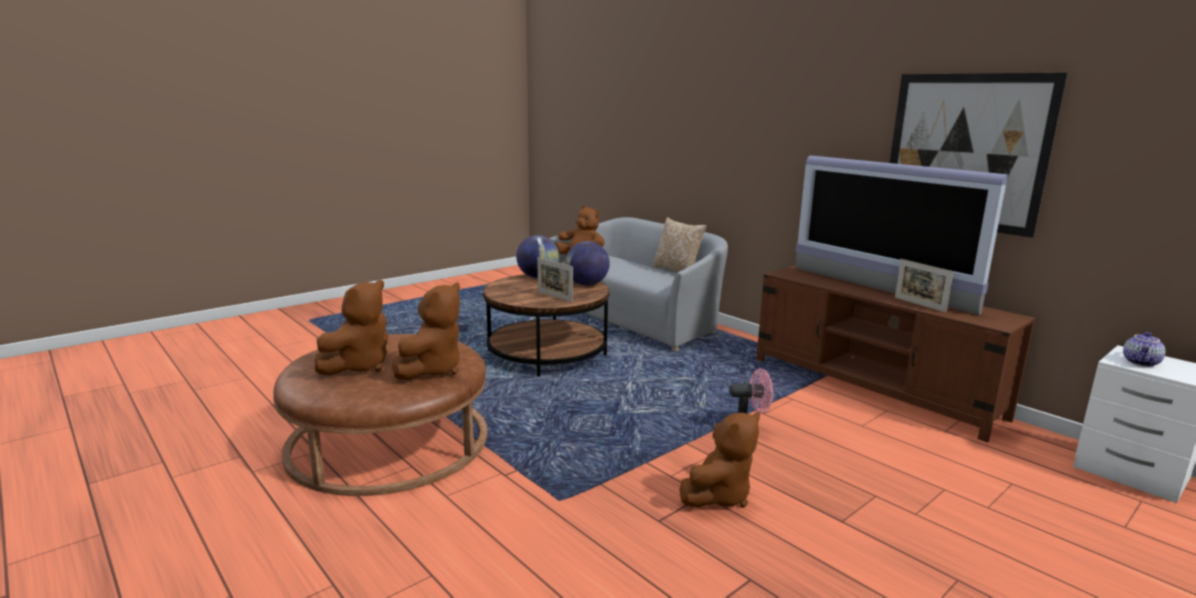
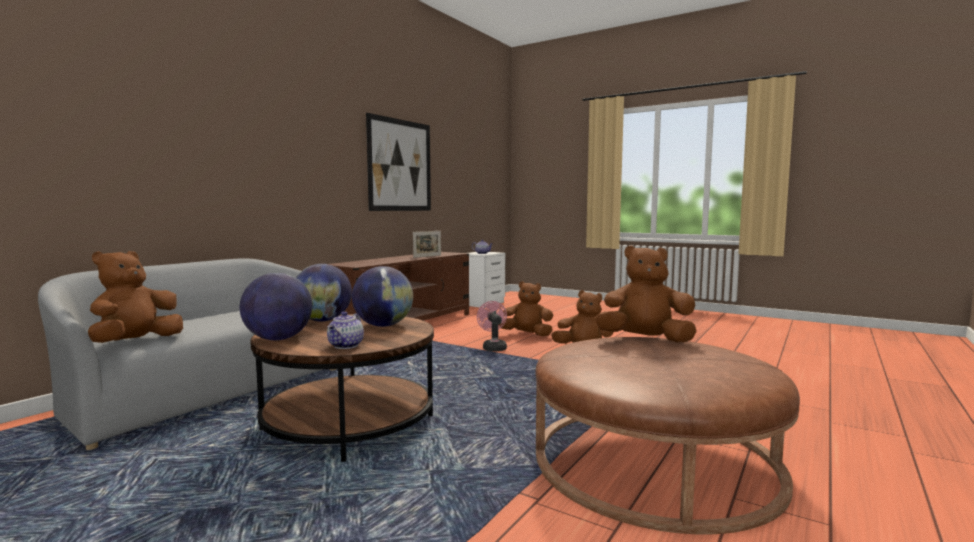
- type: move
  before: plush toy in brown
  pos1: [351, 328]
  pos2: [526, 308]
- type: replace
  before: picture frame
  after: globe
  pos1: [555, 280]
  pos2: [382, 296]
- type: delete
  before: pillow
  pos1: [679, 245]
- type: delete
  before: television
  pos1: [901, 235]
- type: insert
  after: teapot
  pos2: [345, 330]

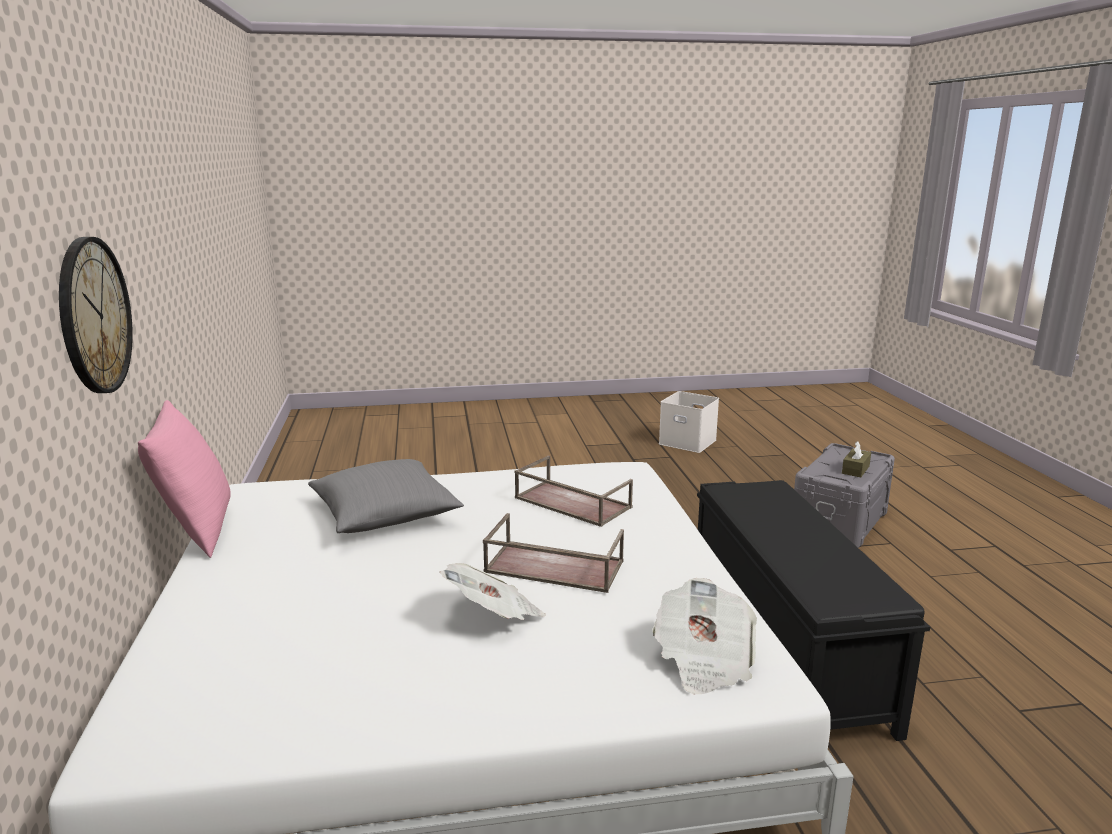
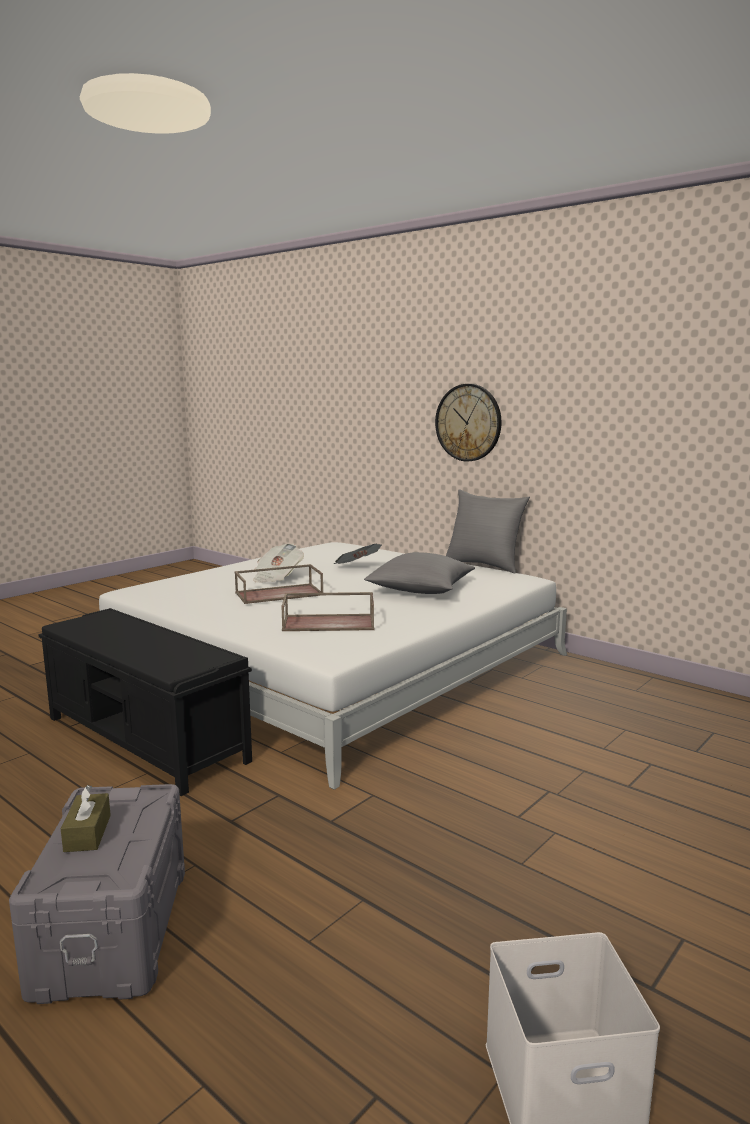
- type: recolor
  before: pillow in pink
  after: pillow in grey
  pos1: [184, 479]
  pos2: [488, 531]
- type: move
  before: newspaper
  pos1: [704, 636]
  pos2: [357, 554]

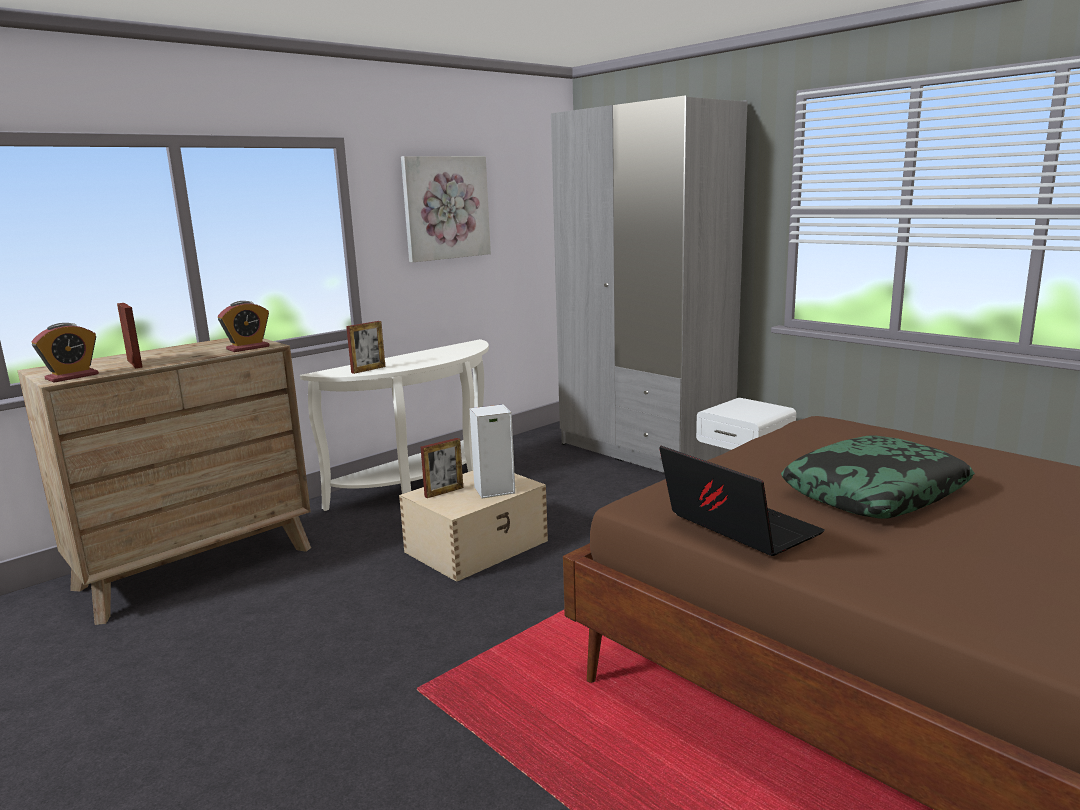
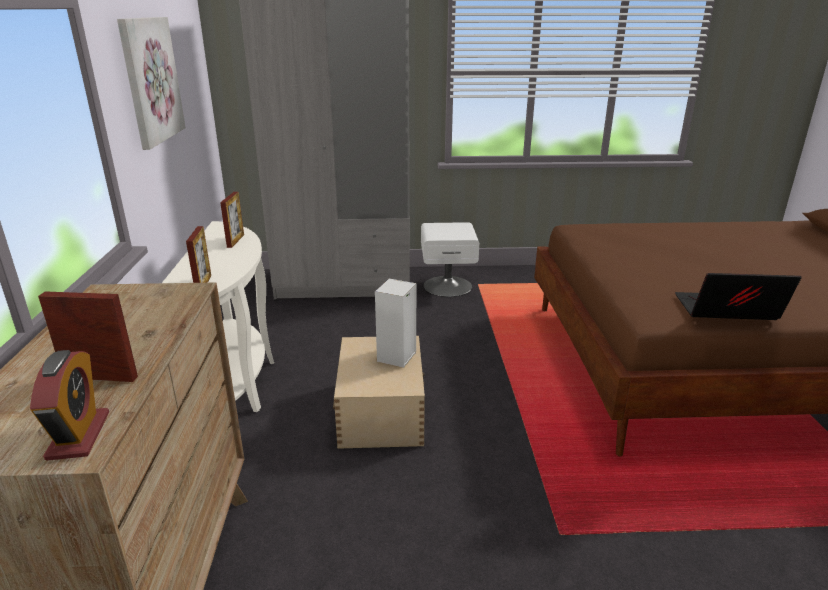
- type: delete
  before: alarm clock
  pos1: [244, 326]
- type: move
  before: picture frame
  pos1: [442, 468]
  pos2: [232, 220]
- type: delete
  before: pillow
  pos1: [878, 477]

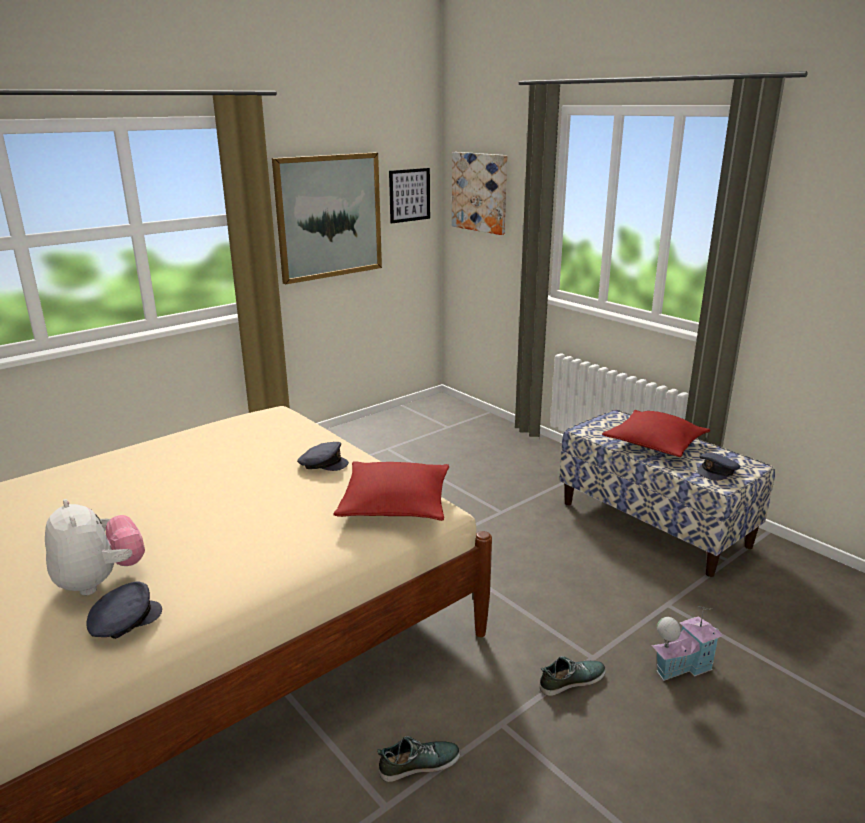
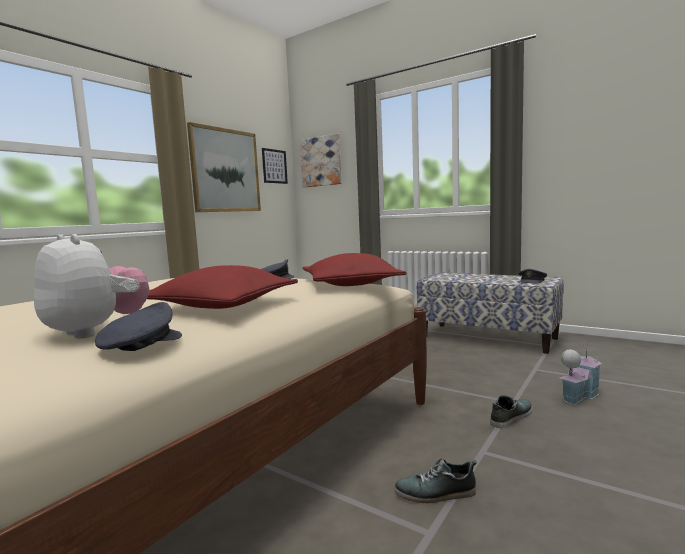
- type: rotate
  before: shoe
  pos1: [418, 759]
  pos2: [435, 480]
  turn: -150
- type: move
  before: pillow in red
  pos1: [656, 433]
  pos2: [222, 287]

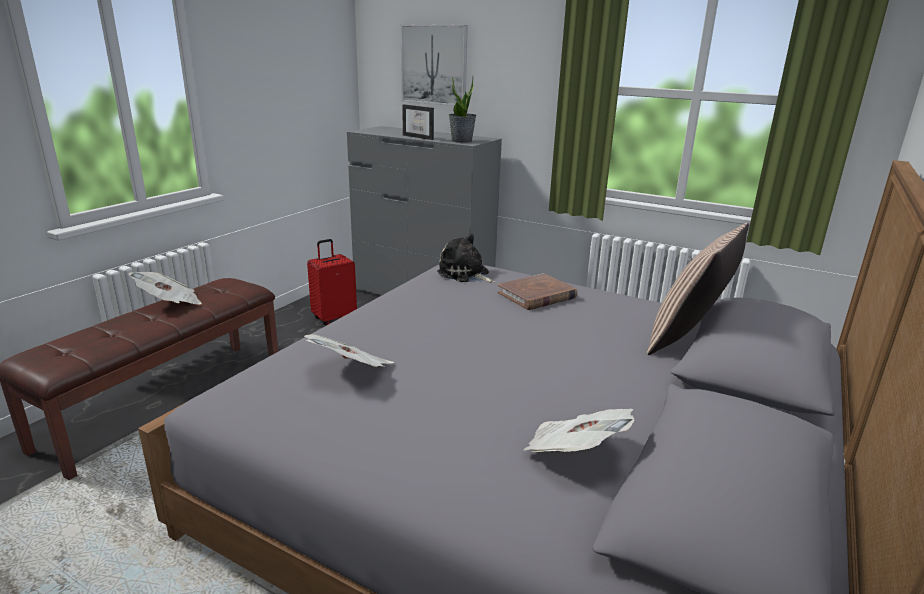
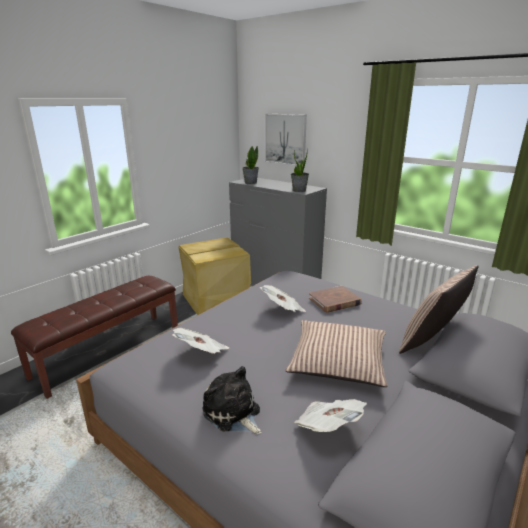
- type: move
  before: newspaper
  pos1: [165, 288]
  pos2: [283, 298]
- type: replace
  before: suitcase in red
  after: storage box in beige
  pos1: [332, 282]
  pos2: [214, 276]
- type: delete
  before: picture frame
  pos1: [418, 122]
- type: move
  before: plush toy
  pos1: [466, 258]
  pos2: [232, 400]
- type: insert
  after: potted plant
  pos2: [250, 165]
- type: insert
  after: pillow
  pos2: [336, 353]

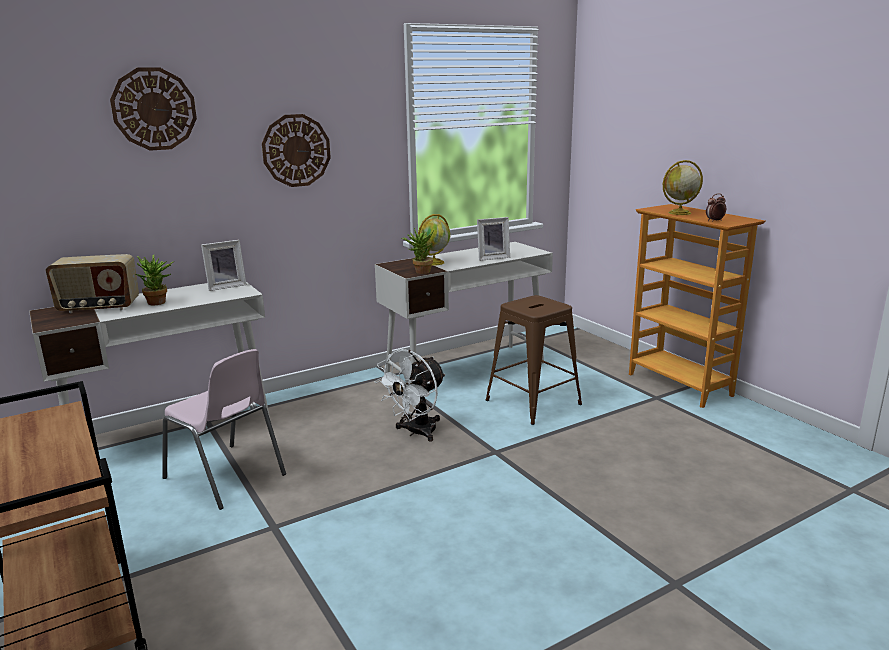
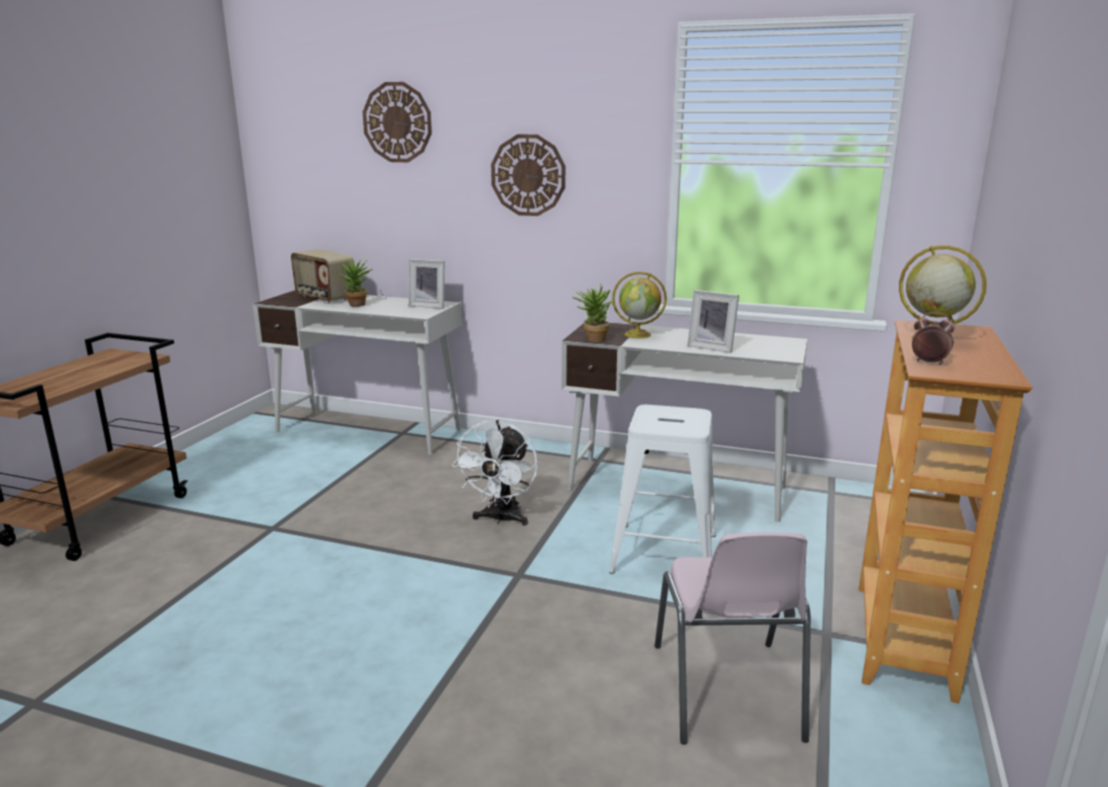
- type: move
  before: chair in pink
  pos1: [224, 429]
  pos2: [733, 638]
- type: rotate
  before: fan in white
  pos1: [410, 395]
  pos2: [495, 473]
  turn: -75
- type: recolor
  before: stool in brown
  after: stool in white
  pos1: [534, 360]
  pos2: [662, 489]

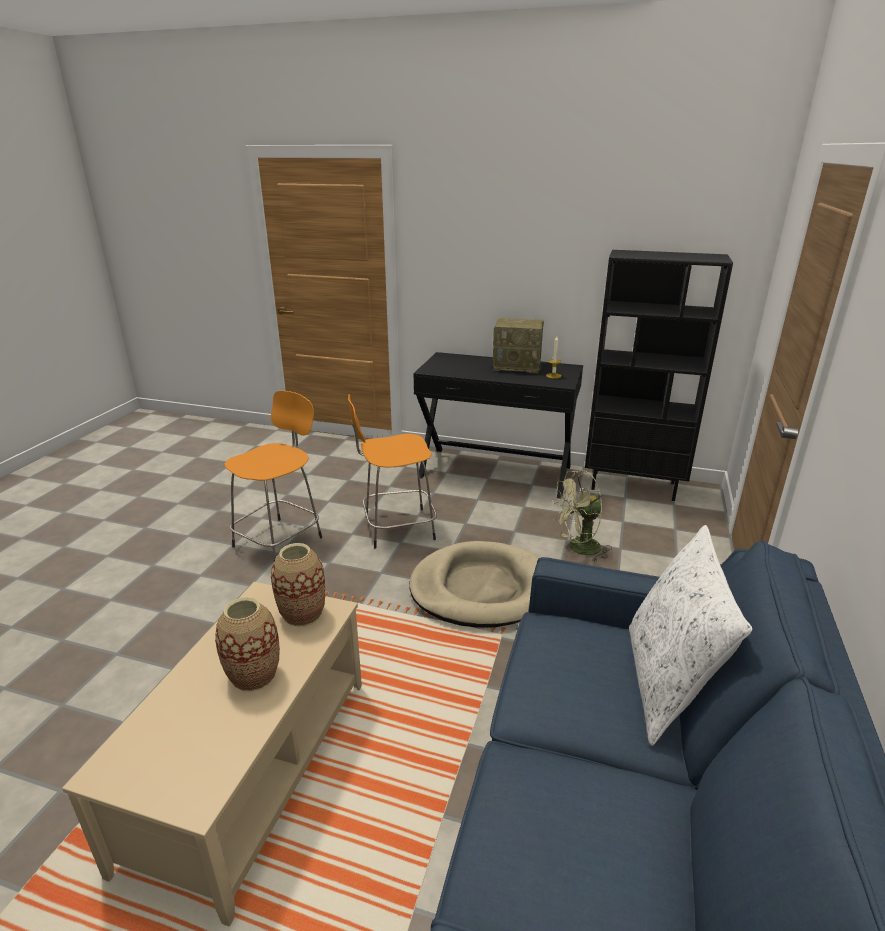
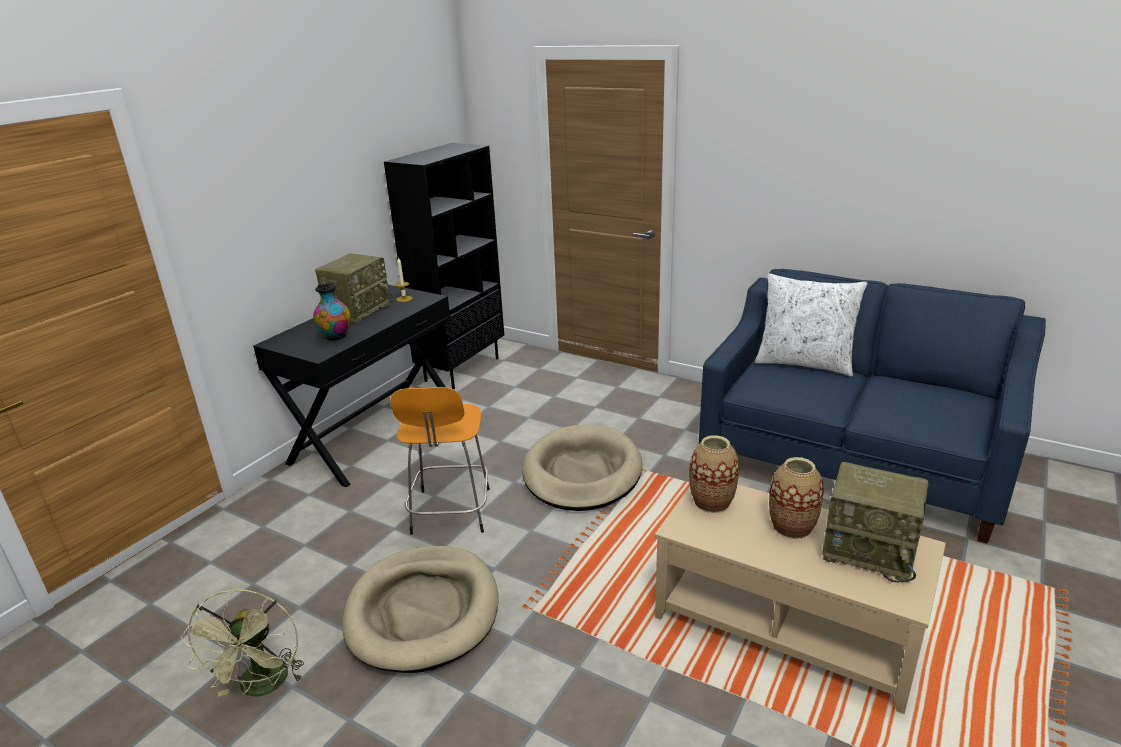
- type: replace
  before: stool in orange
  after: dog bed in beige
  pos1: [273, 476]
  pos2: [420, 609]
- type: move
  before: fan in green
  pos1: [582, 516]
  pos2: [242, 643]
- type: insert
  after: vase
  pos2: [332, 311]
- type: insert
  after: radio
  pos2: [875, 522]

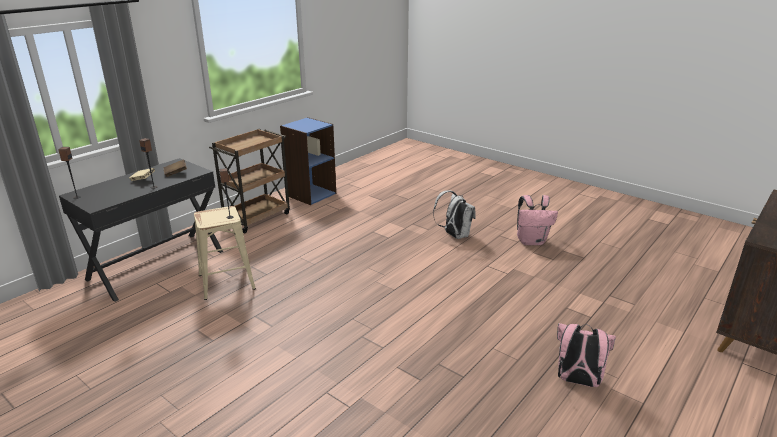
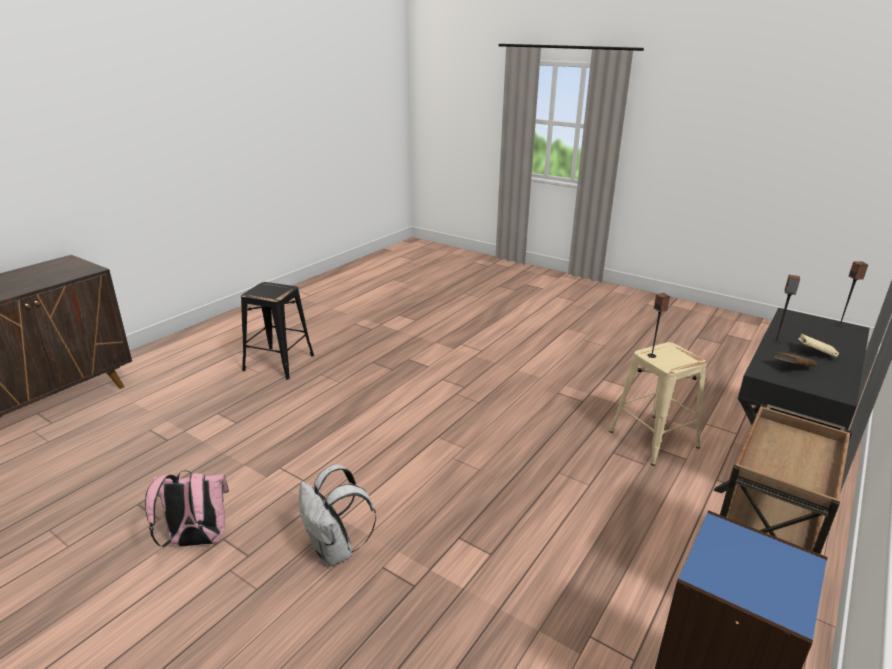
- type: replace
  before: backpack in pink
  after: stool in black
  pos1: [586, 355]
  pos2: [277, 331]

